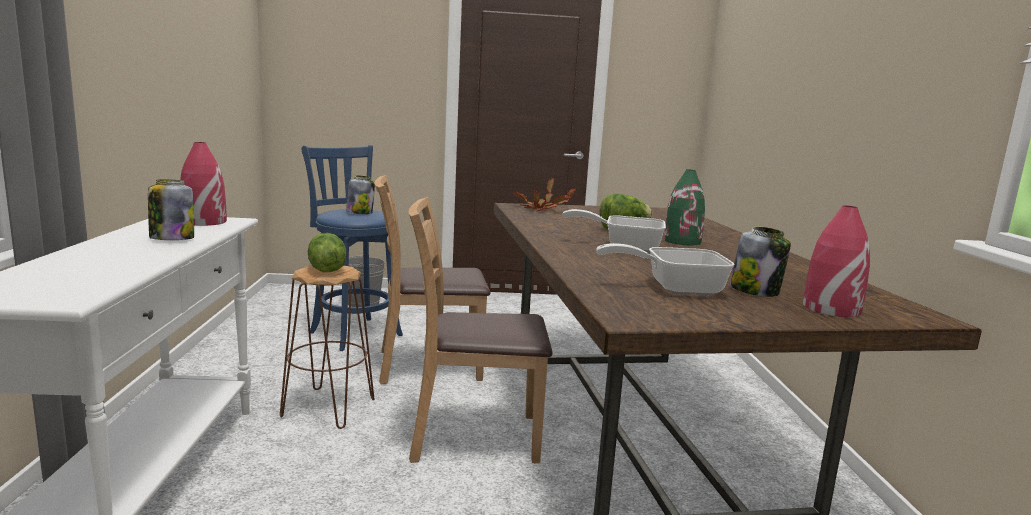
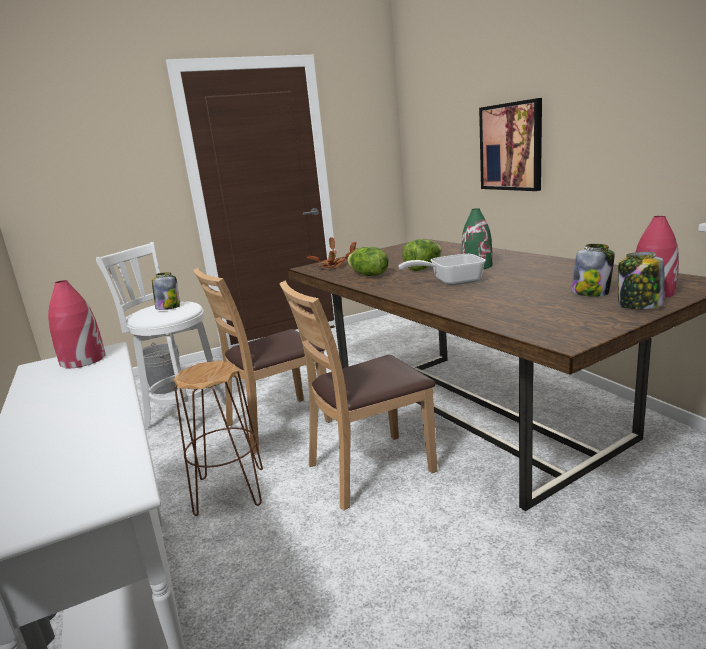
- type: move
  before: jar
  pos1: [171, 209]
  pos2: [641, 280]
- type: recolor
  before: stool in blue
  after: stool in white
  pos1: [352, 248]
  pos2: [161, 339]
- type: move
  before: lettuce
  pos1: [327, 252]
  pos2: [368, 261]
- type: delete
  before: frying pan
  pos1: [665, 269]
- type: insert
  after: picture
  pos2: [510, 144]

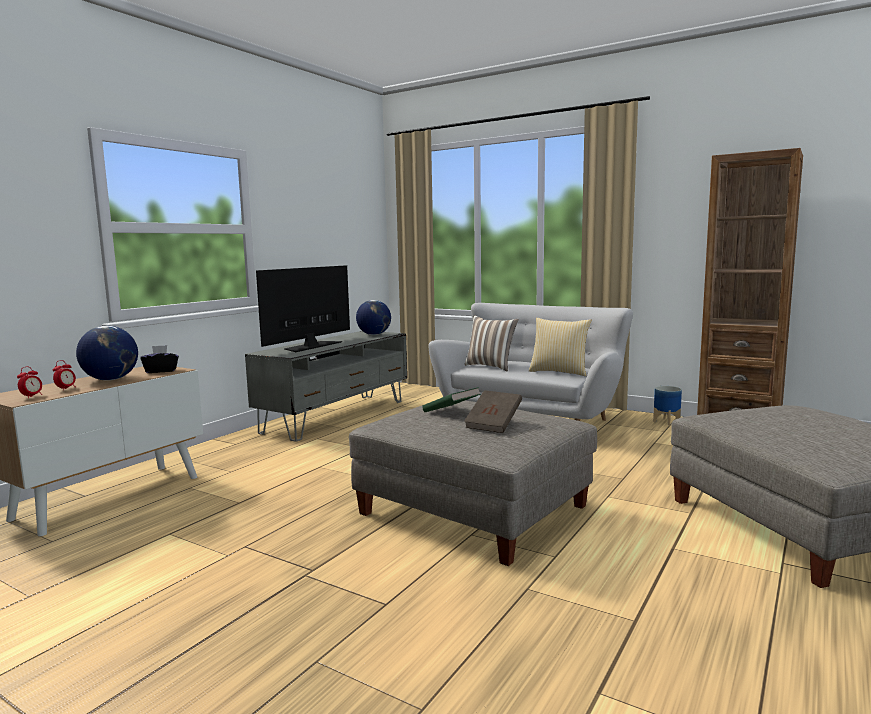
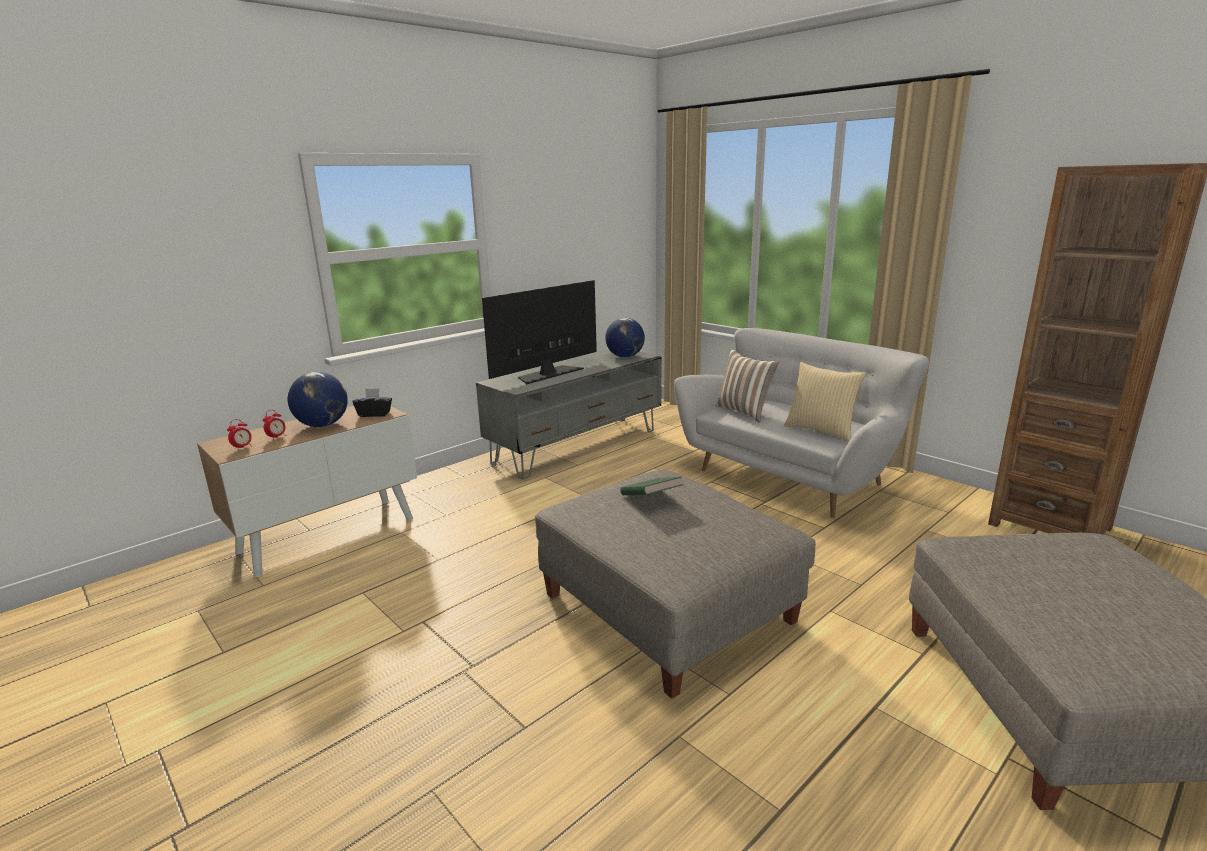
- type: delete
  before: book in brown
  pos1: [493, 411]
- type: delete
  before: planter
  pos1: [667, 406]

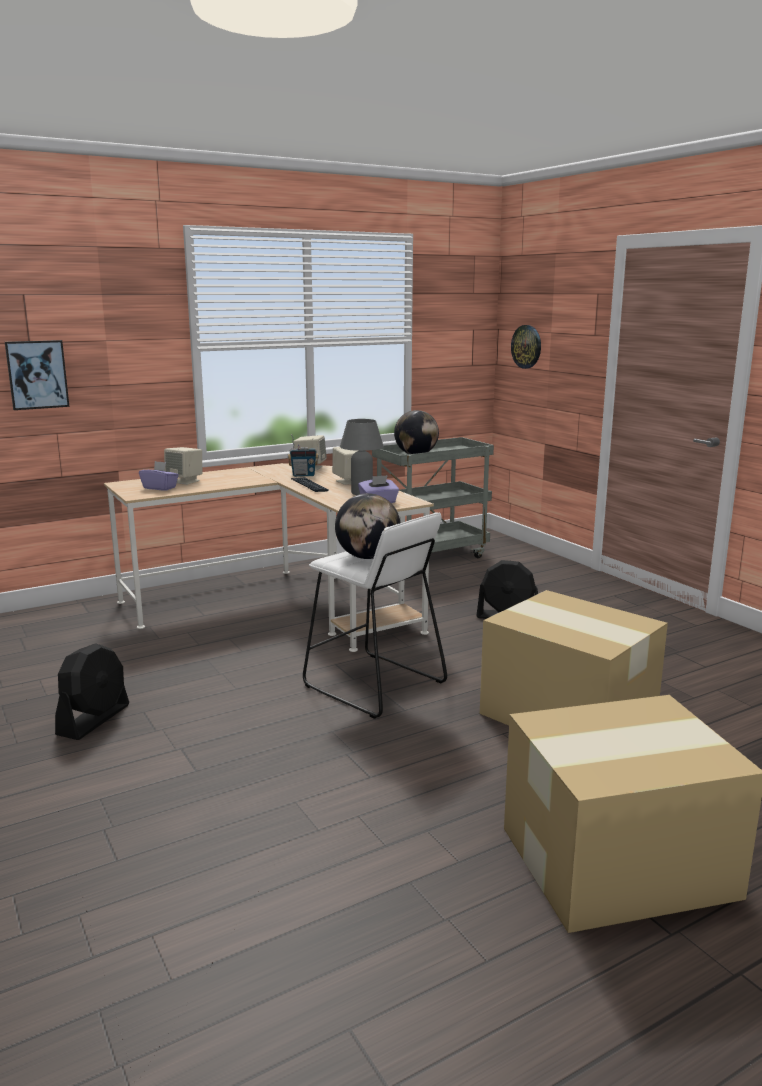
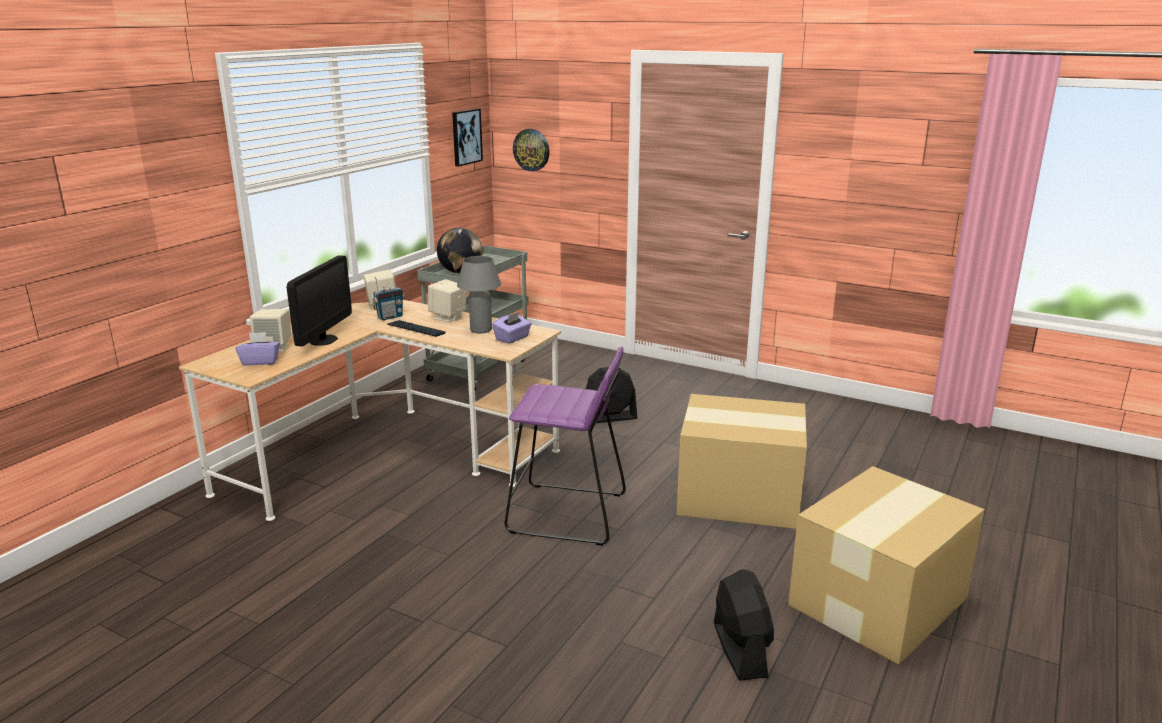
- type: move
  before: picture
  pos1: [37, 375]
  pos2: [467, 137]
- type: move
  before: fan in black
  pos1: [92, 691]
  pos2: [744, 625]
- type: recolor
  before: stool in white
  after: stool in purple
  pos1: [375, 615]
  pos2: [565, 446]
- type: delete
  before: globe
  pos1: [367, 526]
- type: insert
  after: monitor
  pos2: [319, 301]

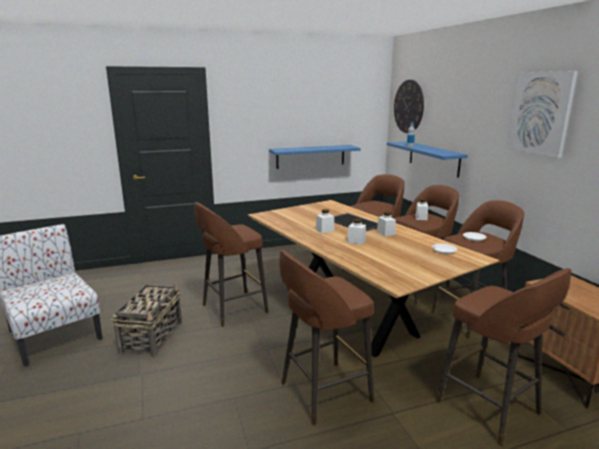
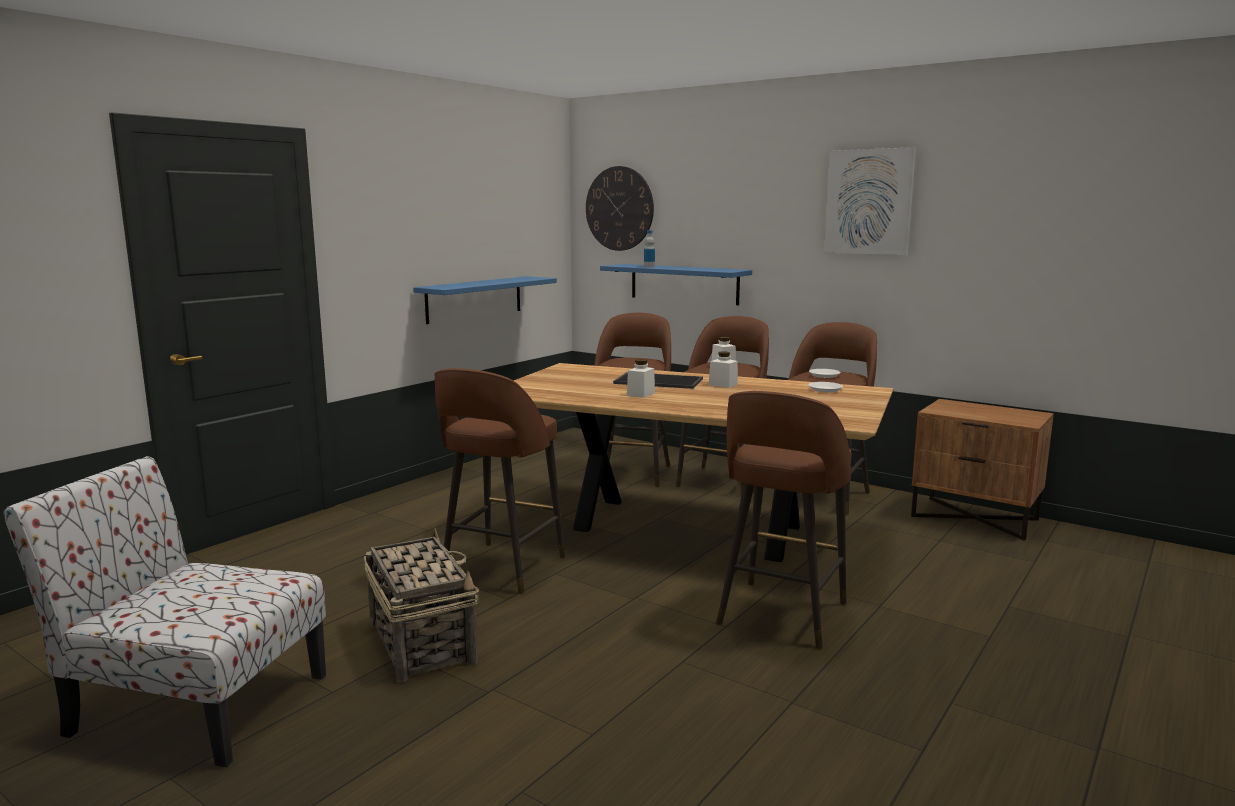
- type: delete
  before: jar in white
  pos1: [356, 232]
- type: delete
  before: stool in brown
  pos1: [503, 357]

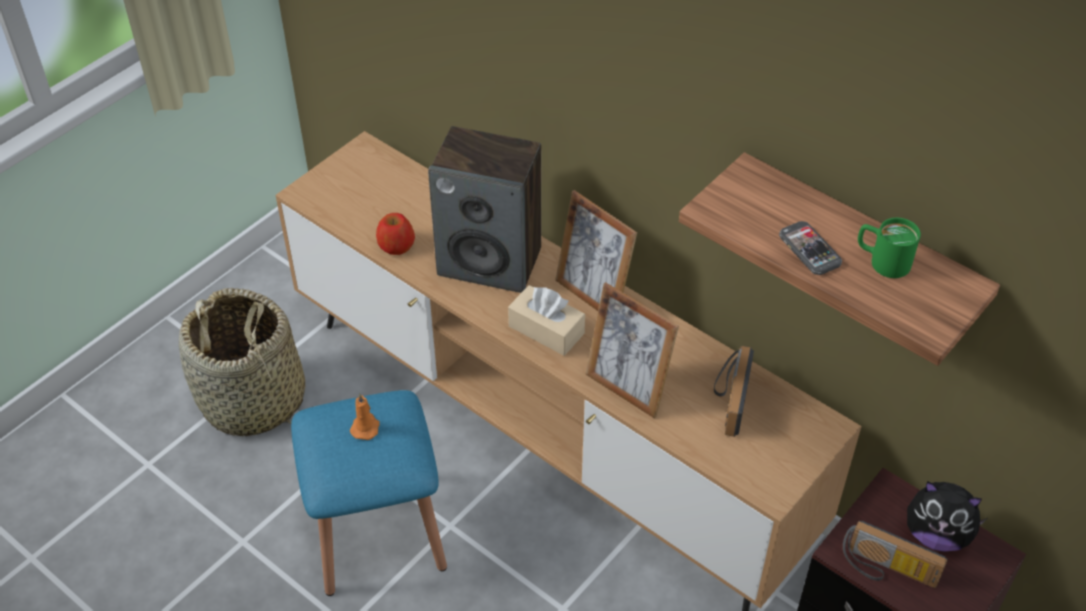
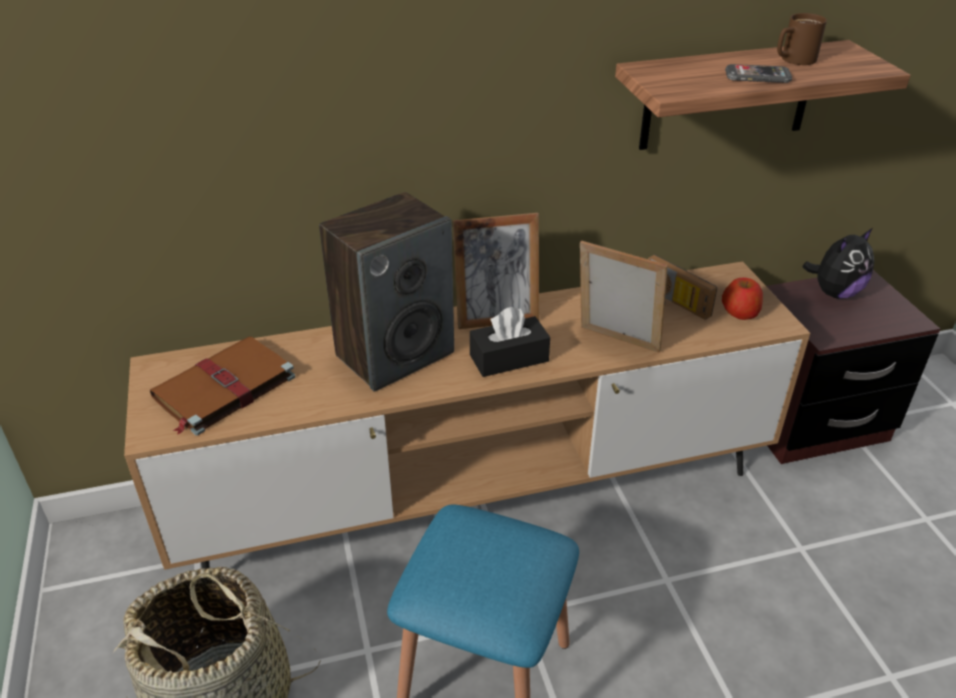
- type: delete
  before: candle in orange
  pos1: [365, 417]
- type: move
  before: apple
  pos1: [395, 234]
  pos2: [742, 299]
- type: recolor
  before: tissue box in beige
  after: tissue box in black
  pos1: [546, 320]
  pos2: [510, 342]
- type: rotate
  before: picture frame
  pos1: [632, 350]
  pos2: [624, 297]
  turn: -135
- type: delete
  before: radio
  pos1: [895, 554]
- type: recolor
  before: mug in green
  after: mug in brown
  pos1: [889, 248]
  pos2: [802, 39]
- type: insert
  after: book in brown
  pos2: [222, 385]

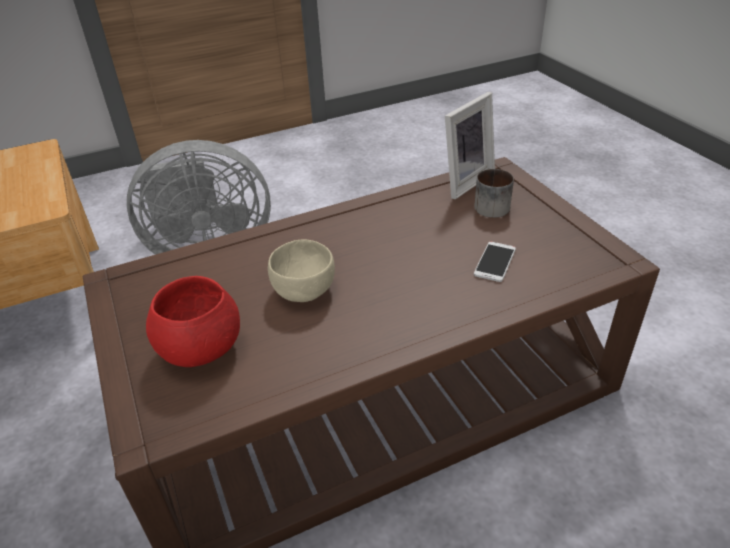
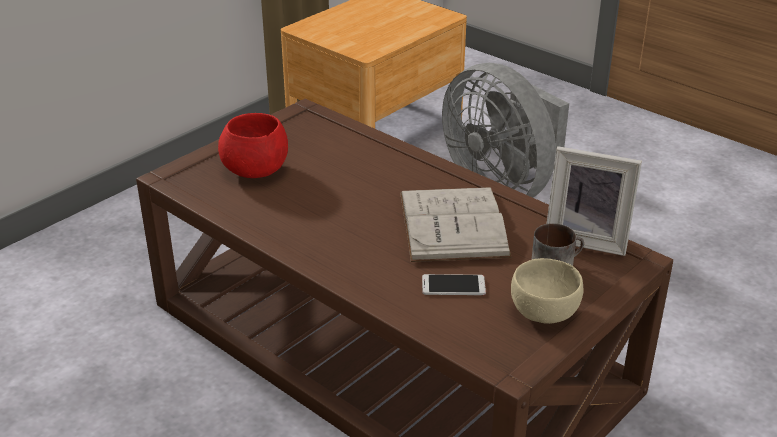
- type: move
  before: bowl in beige
  pos1: [301, 271]
  pos2: [547, 291]
- type: insert
  after: book in white
  pos2: [455, 224]

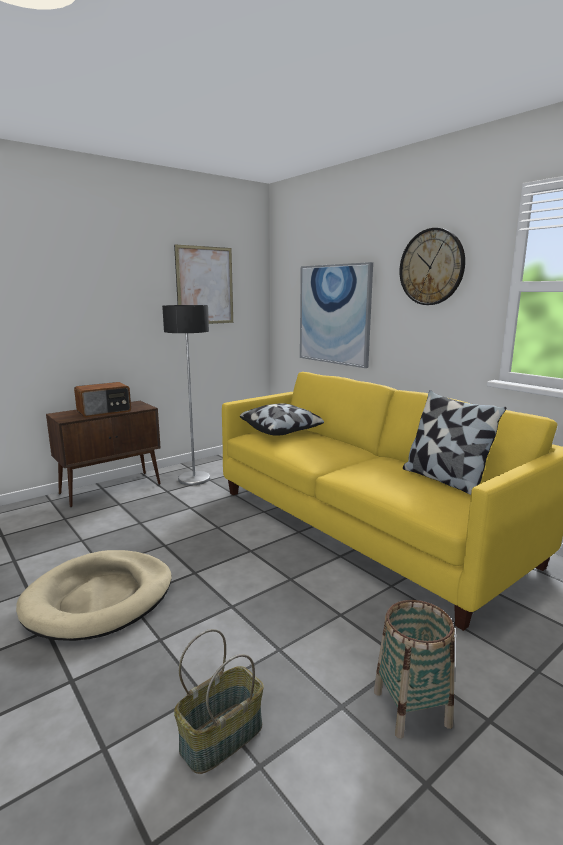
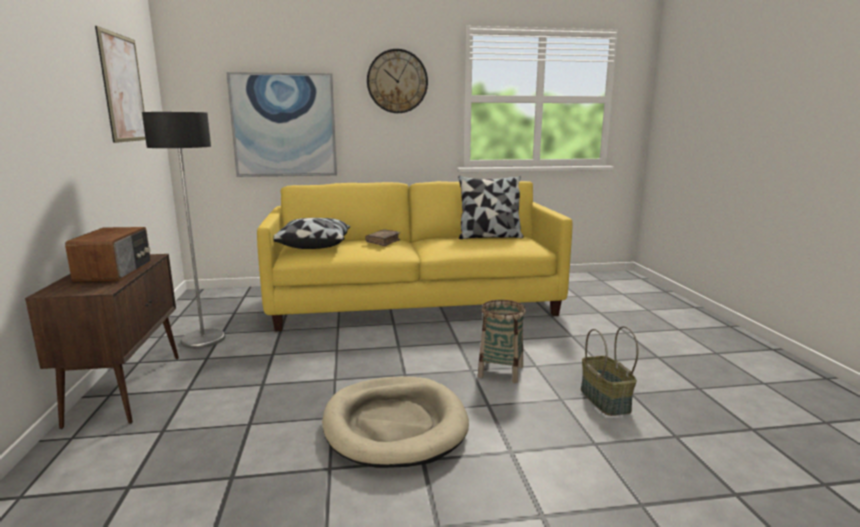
- type: move
  before: basket
  pos1: [414, 669]
  pos2: [502, 341]
- type: insert
  after: book in brown
  pos2: [383, 237]

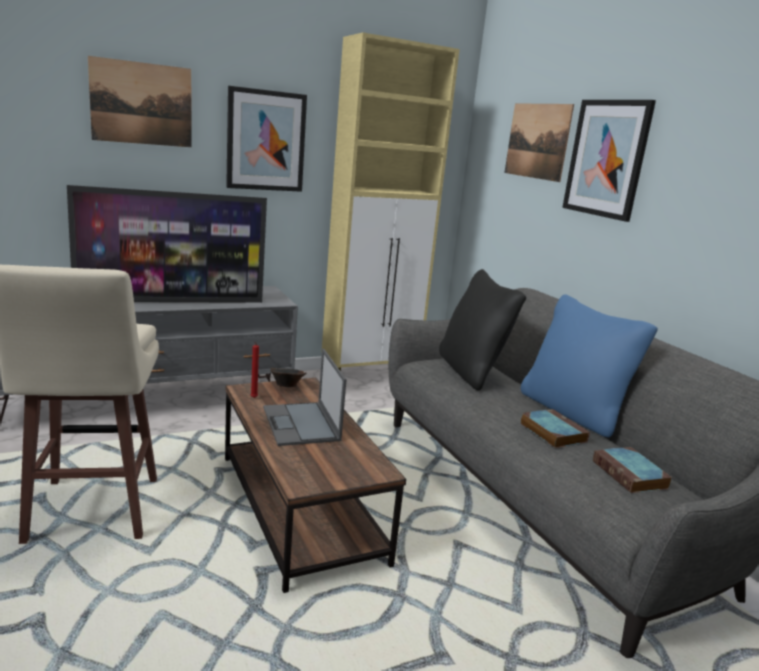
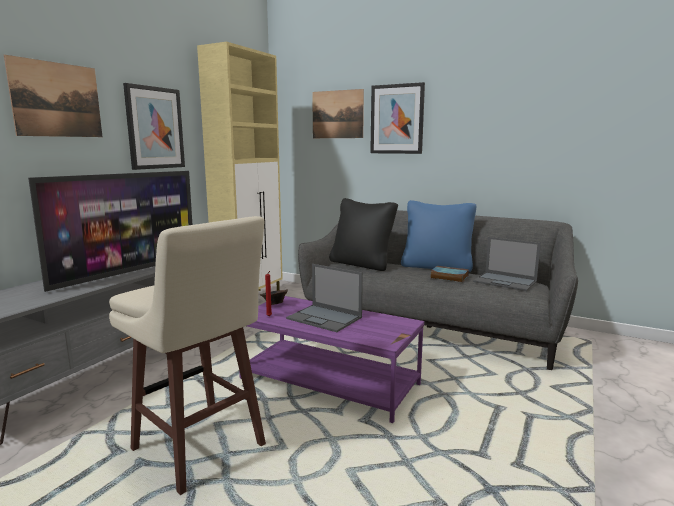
- type: recolor
  before: coffee table in brown
  after: coffee table in purple
  pos1: [315, 485]
  pos2: [332, 359]
- type: replace
  before: book
  after: laptop
  pos1: [632, 470]
  pos2: [507, 264]

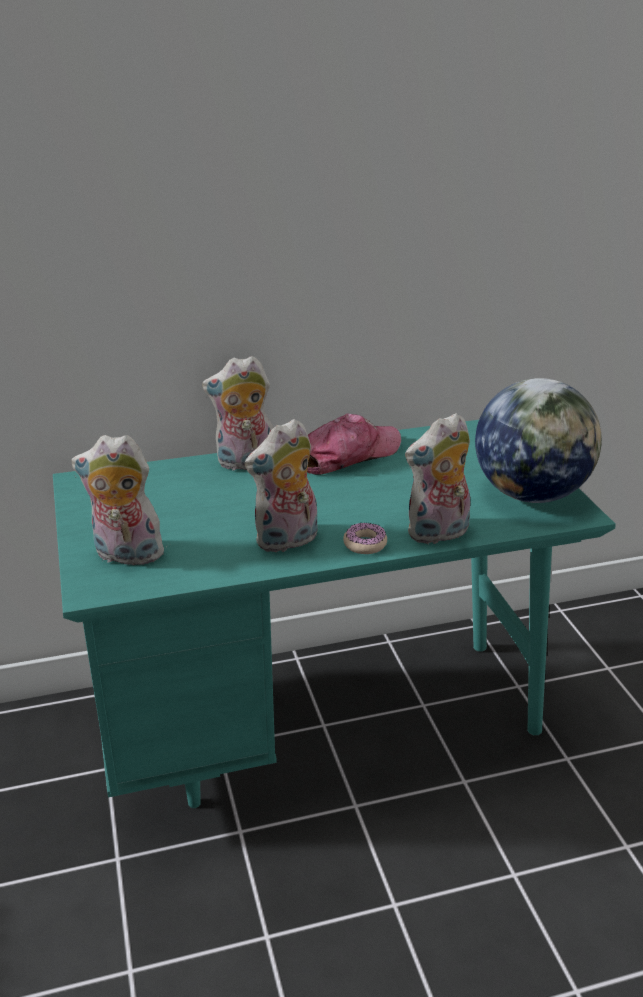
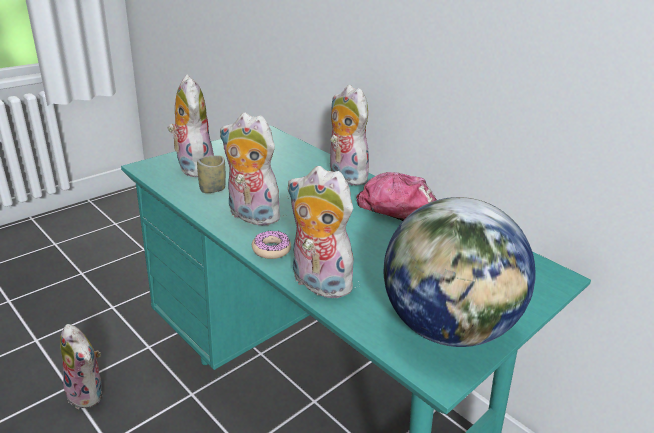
- type: insert
  after: plush toy
  pos2: [81, 366]
- type: insert
  after: cup
  pos2: [211, 174]

